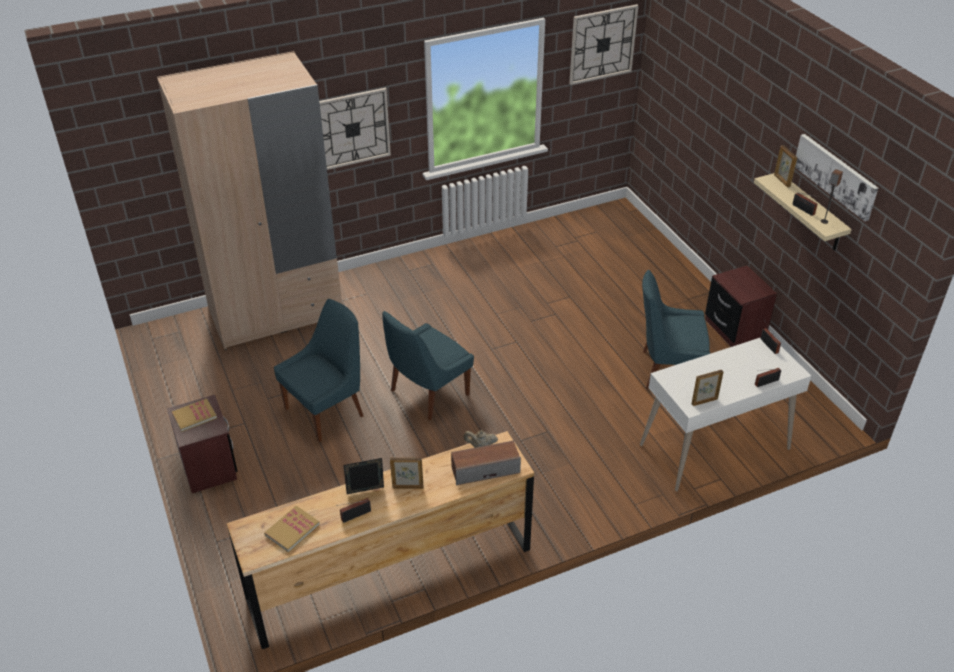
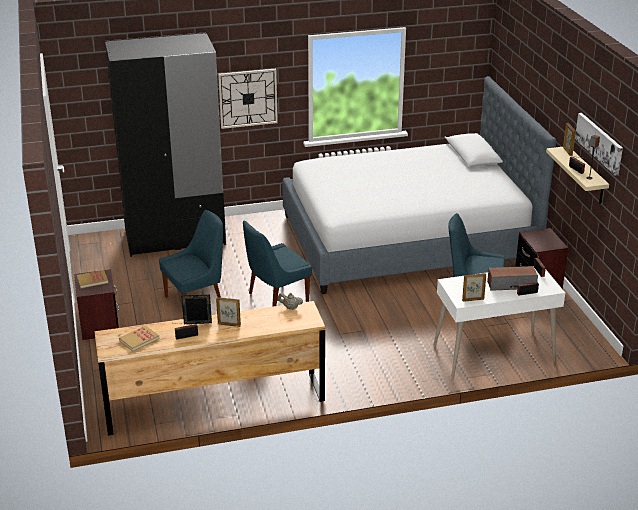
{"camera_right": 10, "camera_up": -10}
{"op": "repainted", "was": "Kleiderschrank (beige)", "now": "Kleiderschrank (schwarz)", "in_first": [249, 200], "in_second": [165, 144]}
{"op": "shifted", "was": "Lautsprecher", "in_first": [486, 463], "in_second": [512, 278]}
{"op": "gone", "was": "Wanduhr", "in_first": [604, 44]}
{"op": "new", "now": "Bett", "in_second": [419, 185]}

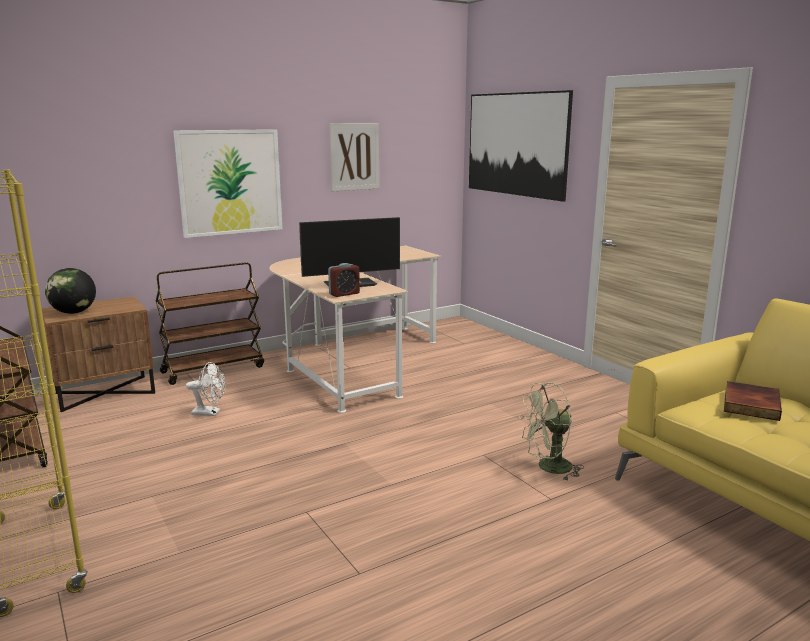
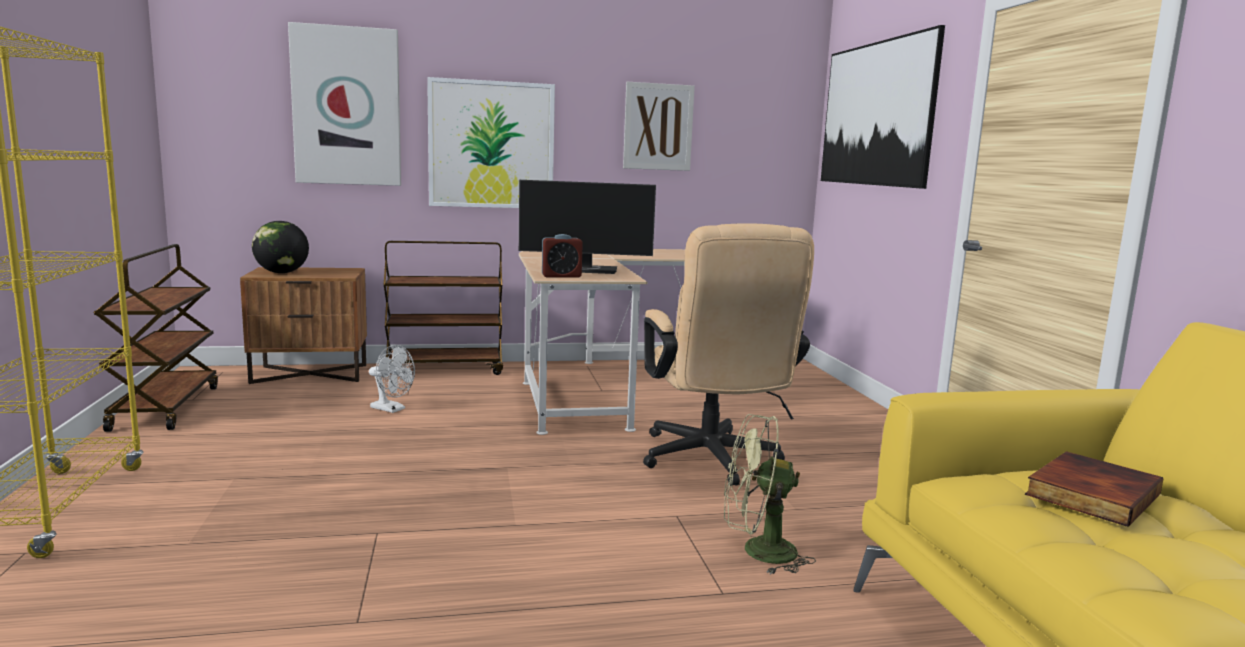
{"camera_right": 20, "camera_up": -5}
{"op": "new", "now": "Bild", "in_second": [344, 104]}
{"op": "new", "now": "Bürostuhl (beige)", "in_second": [728, 354]}

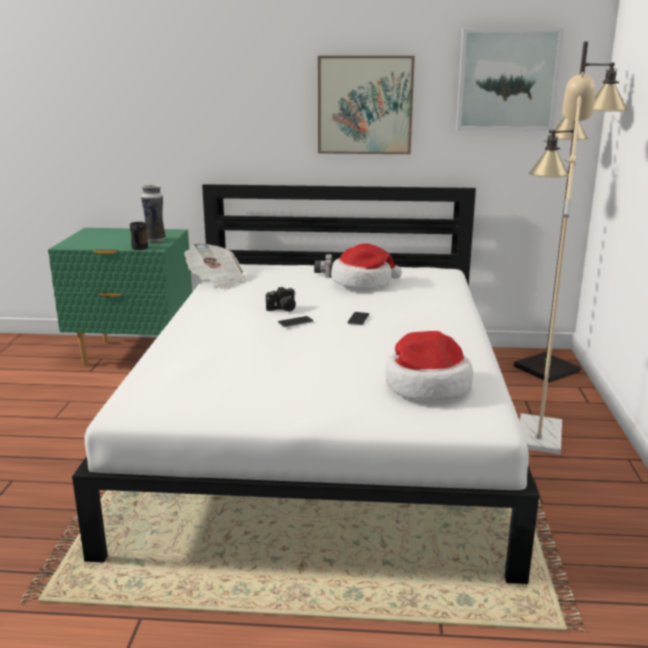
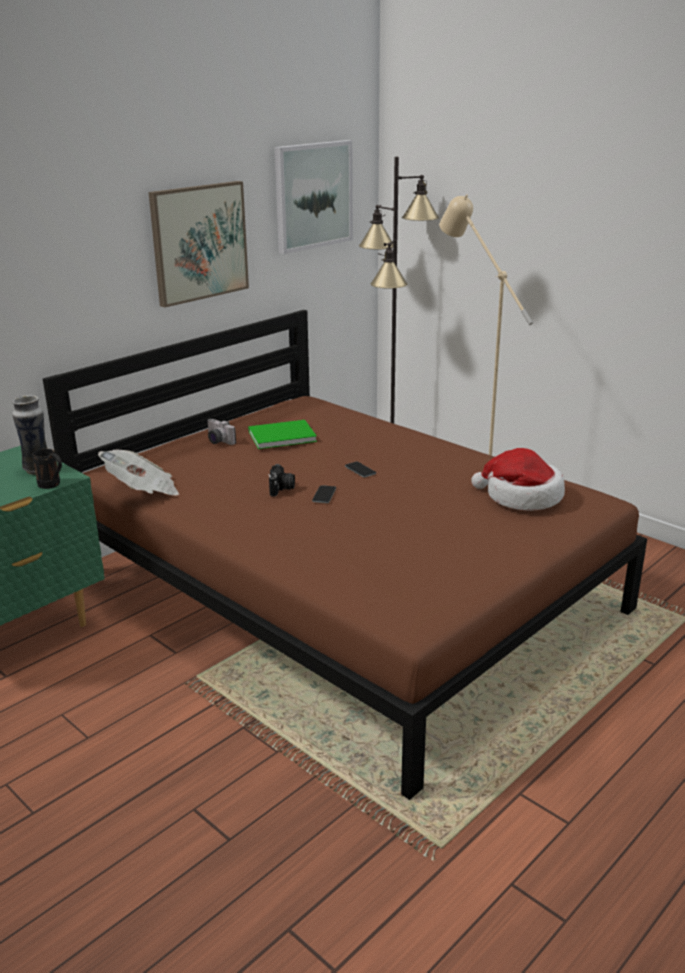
{"camera_right": -50, "camera_up": 5}
{"op": "repainted", "was": "Bett (weiß)", "now": "Bett (braun)", "in_first": [305, 384], "in_second": [345, 555]}
{"op": "swapped", "was": "Hut", "now": "Buch (grün)", "in_first": [366, 266], "in_second": [282, 434]}

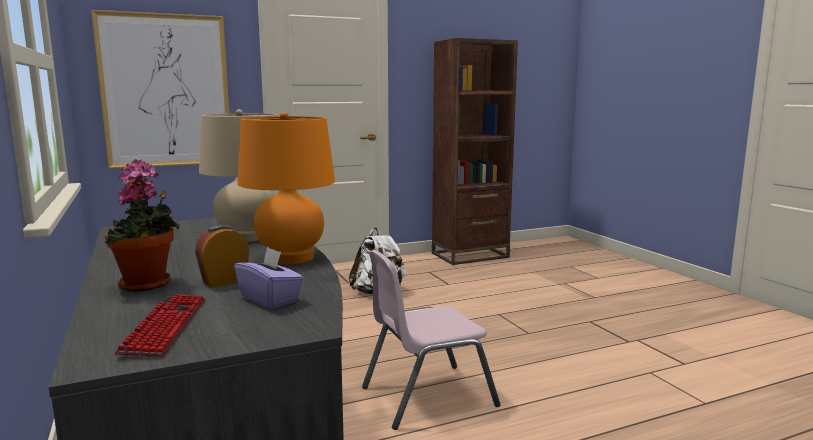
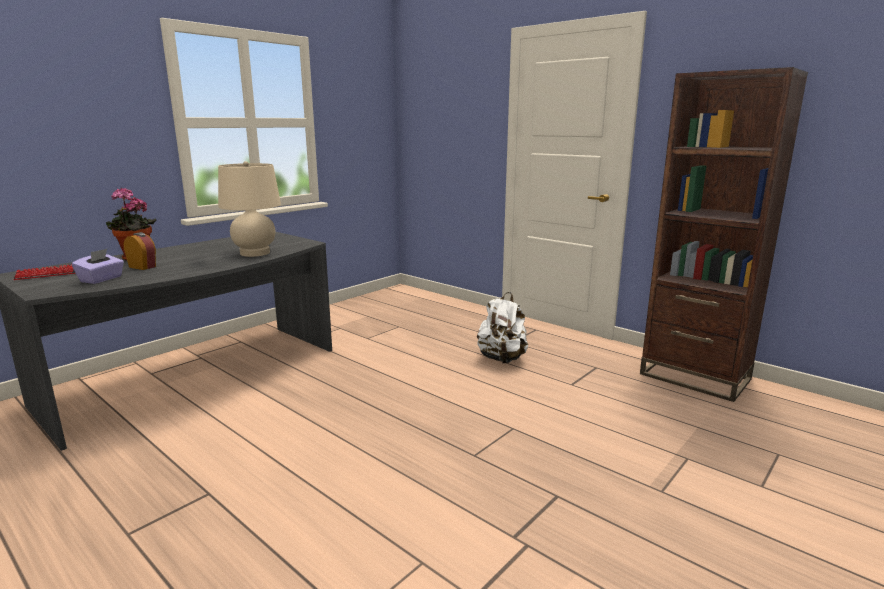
{"camera_right": 65, "camera_up": 5}
{"op": "gone", "was": "Bild", "in_first": [160, 89]}
{"op": "gone", "was": "Tischlampe (orange)", "in_first": [286, 188]}
{"op": "gone", "was": "Stuhl (rosa)", "in_first": [431, 340]}

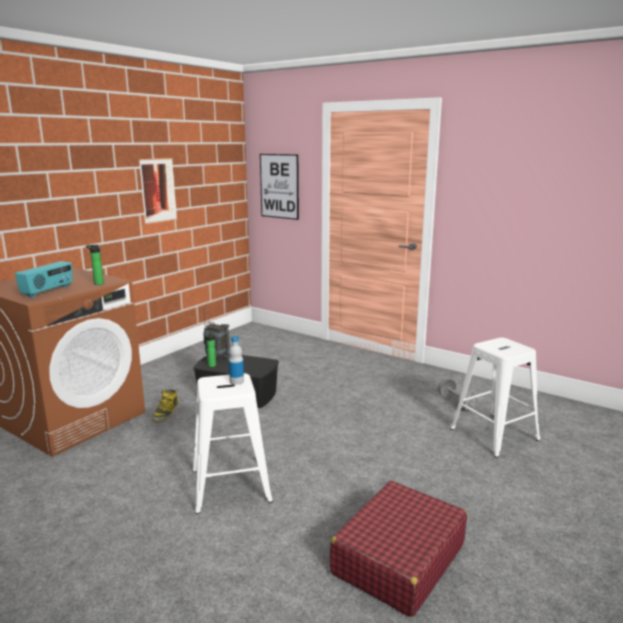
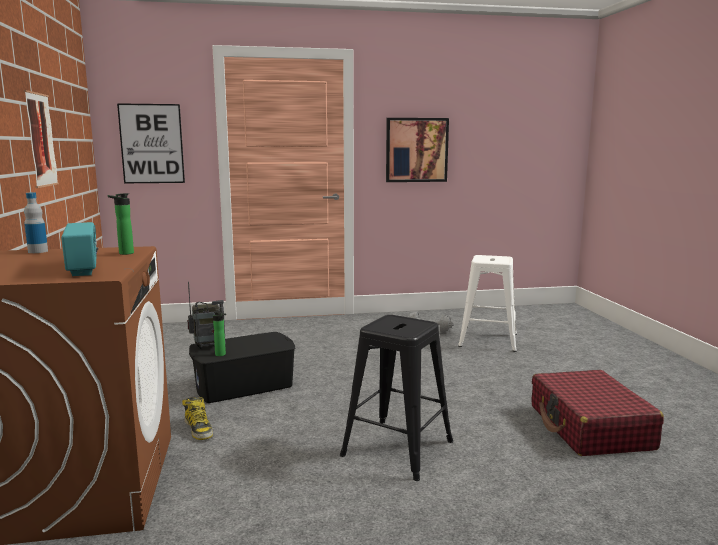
{"camera_right": -45, "camera_up": -5}
{"op": "repainted", "was": "Hocker (weiß)", "now": "Hocker (schwarz)", "in_first": [232, 443], "in_second": [396, 398]}
{"op": "shifted", "was": "Flasche", "in_first": [236, 360], "in_second": [36, 222]}
{"op": "new", "now": "Bild", "in_second": [417, 150]}

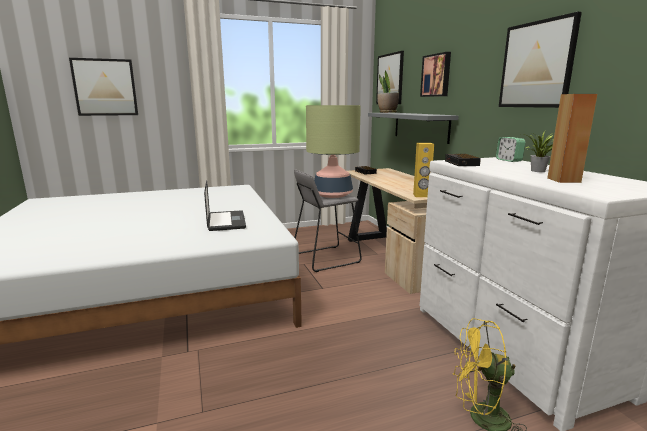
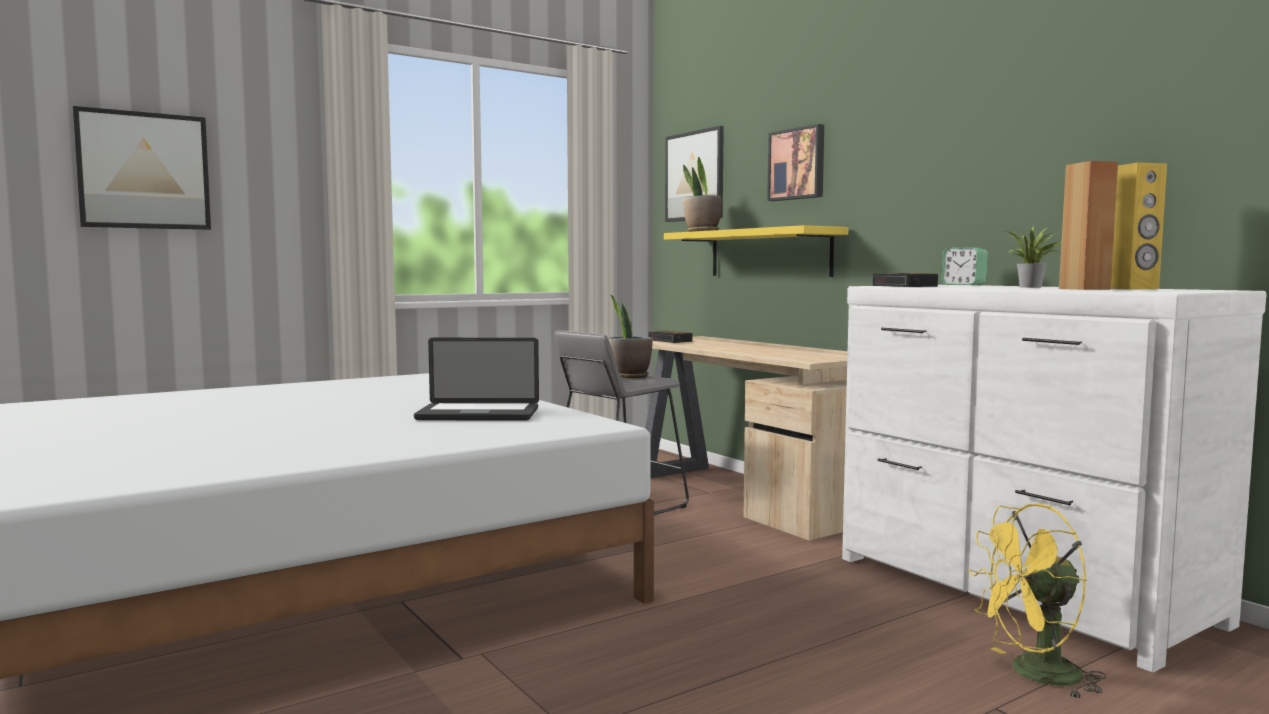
{"camera_right": -15, "camera_up": -10}
{"op": "rotated", "was": "Laptop", "in_first": [225, 206], "in_second": [476, 379], "clockwise": 120}
{"op": "swapped", "was": "Tischlampe", "now": "Topfpflanze", "in_first": [333, 151], "in_second": [630, 336]}
{"op": "repainted", "was": "Wandregal (grau)", "now": "Wandregal (gelb)", "in_first": [413, 128], "in_second": [756, 251]}
{"op": "shifted", "was": "Lautsprecher (gelb)", "in_first": [423, 170], "in_second": [1139, 226]}
{"op": "gone", "was": "Bild", "in_first": [540, 60]}

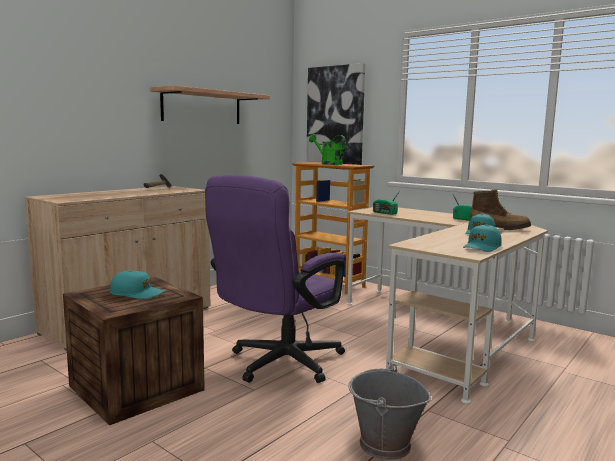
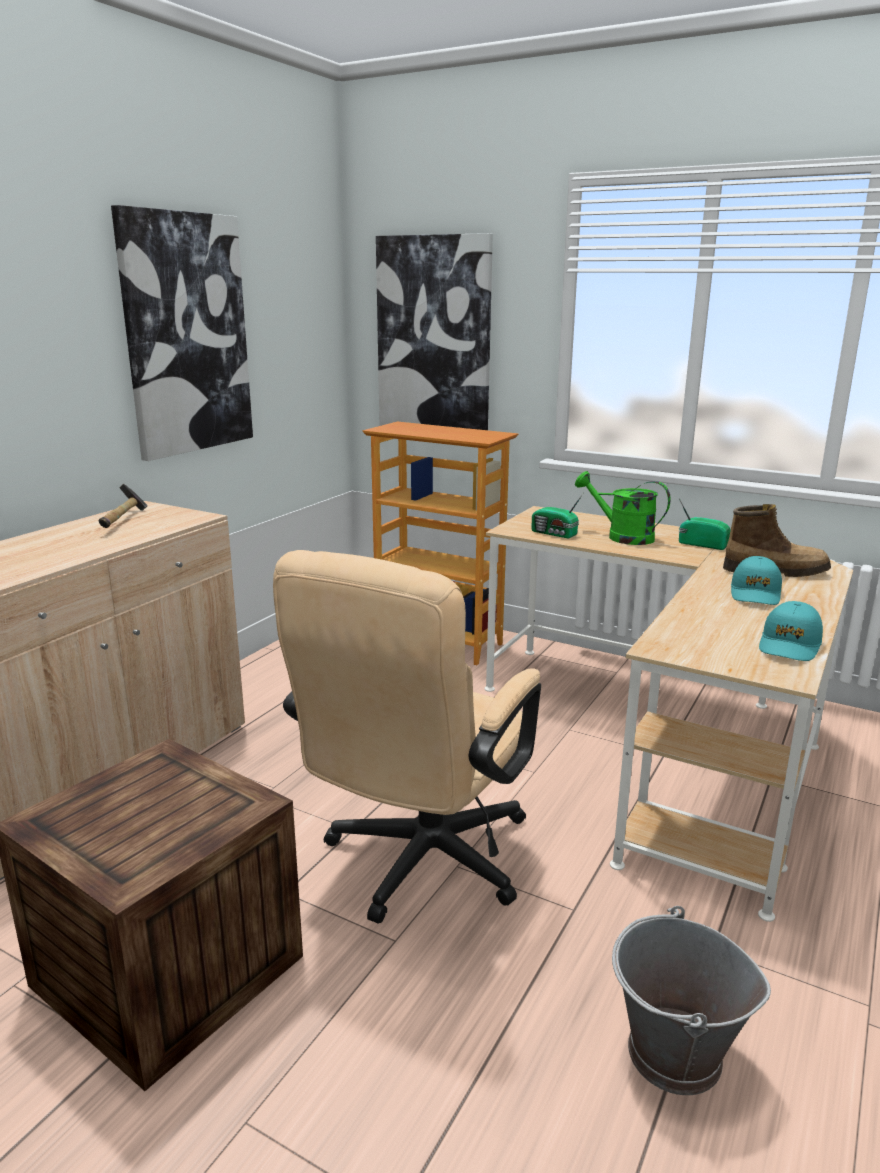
{"camera_right": -10, "camera_up": 10}
{"op": "gone", "was": "Kappe (türkis)", "in_first": [137, 284]}
{"op": "swapped", "was": "Wandregal", "now": "Bild", "in_first": [210, 104], "in_second": [182, 333]}
{"op": "repainted", "was": "Bürostuhl (lila)", "now": "Bürostuhl (beige)", "in_first": [275, 279], "in_second": [407, 737]}
{"op": "shifted", "was": "Gießkanne (grün)", "in_first": [327, 149], "in_second": [623, 508]}

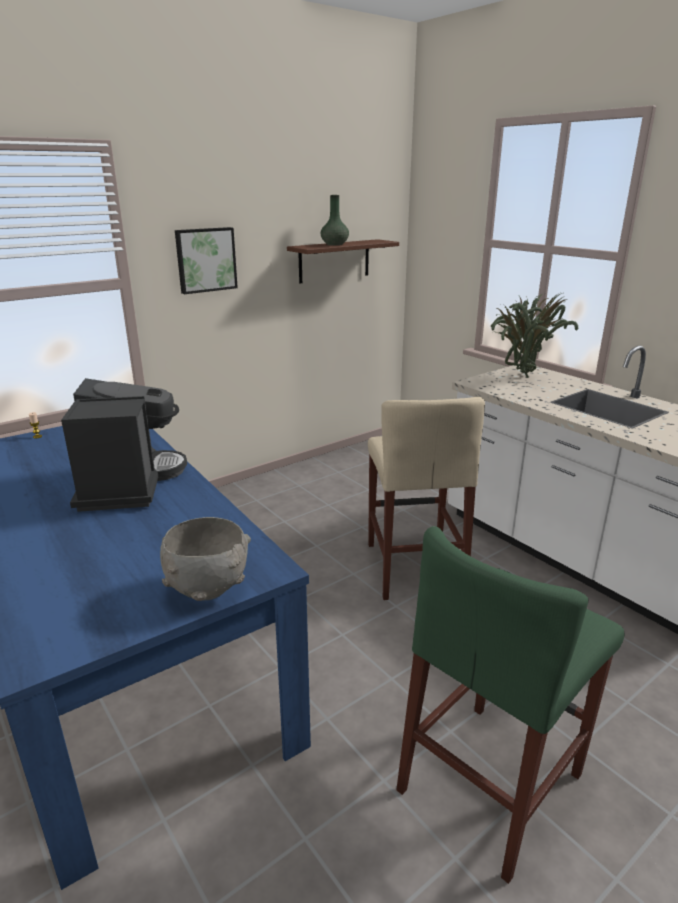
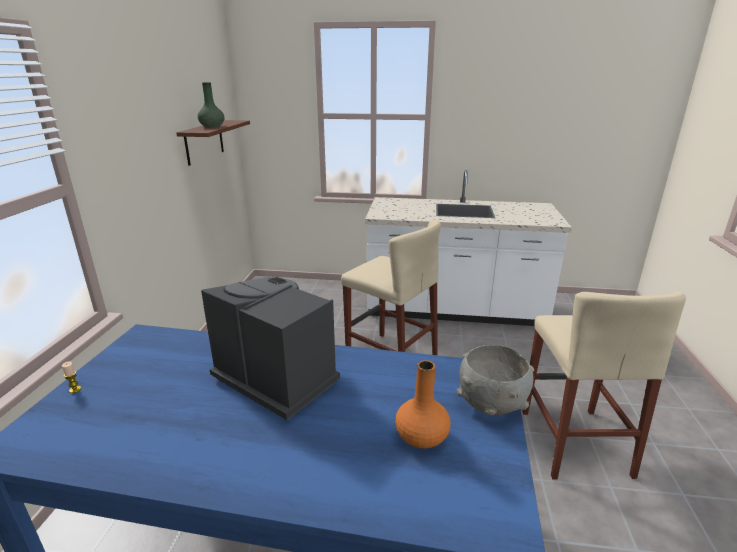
{"camera_right": -45, "camera_up": 0}
{"op": "gone", "was": "Bild", "in_first": [206, 260]}
{"op": "repainted", "was": "Hocker (grün)", "now": "Hocker (beige)", "in_first": [510, 705], "in_second": [604, 385]}
{"op": "gone", "was": "Topfpflanze", "in_first": [534, 335]}
{"op": "new", "now": "Vase (orange)", "in_second": [423, 404]}

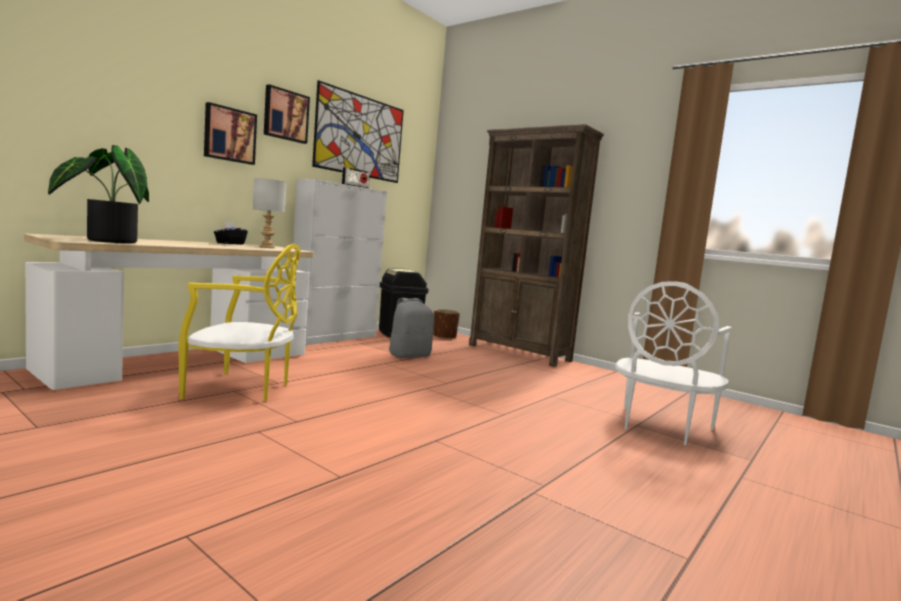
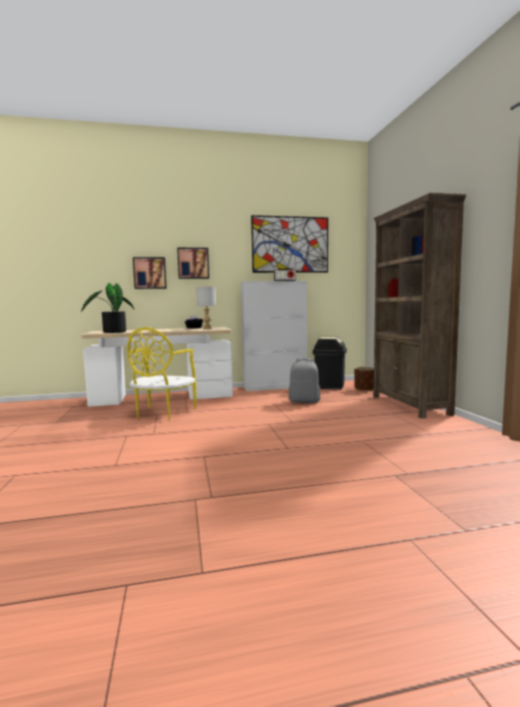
{"camera_right": 40, "camera_up": 0}
{"op": "rotated", "was": "Stuhl (gelb)", "in_first": [239, 322], "in_second": [161, 374], "clockwise": 60}
{"op": "shifted", "was": "Bild", "in_first": [287, 114], "in_second": [150, 273]}
{"op": "gone", "was": "Stuhl (weiß)", "in_first": [673, 363]}

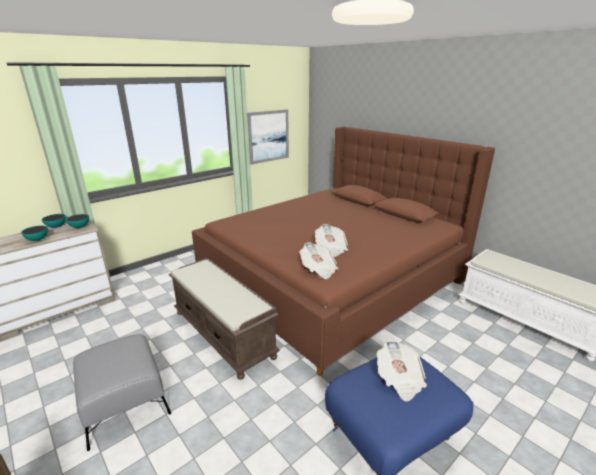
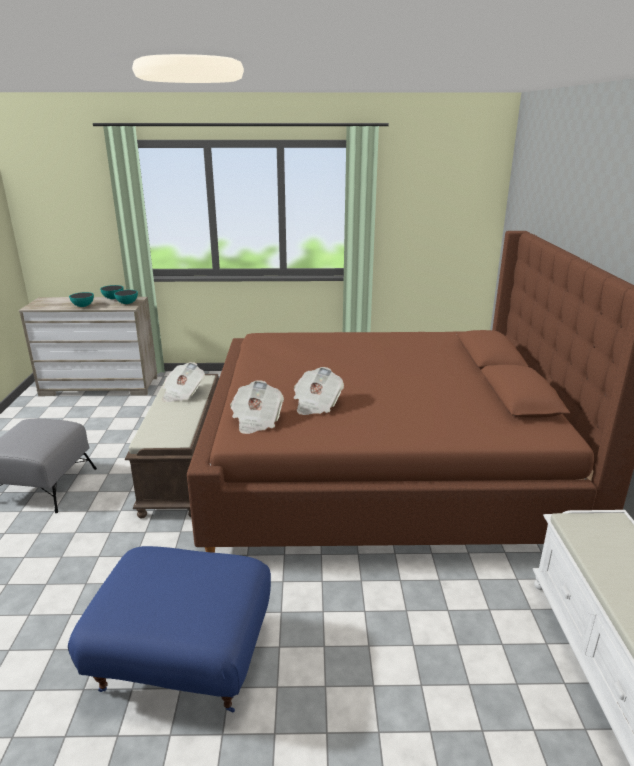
{"camera_right": 40, "camera_up": 0}
{"op": "gone", "was": "Bild", "in_first": [268, 136]}
{"op": "shifted", "was": "Zeitung", "in_first": [402, 371], "in_second": [183, 382]}

